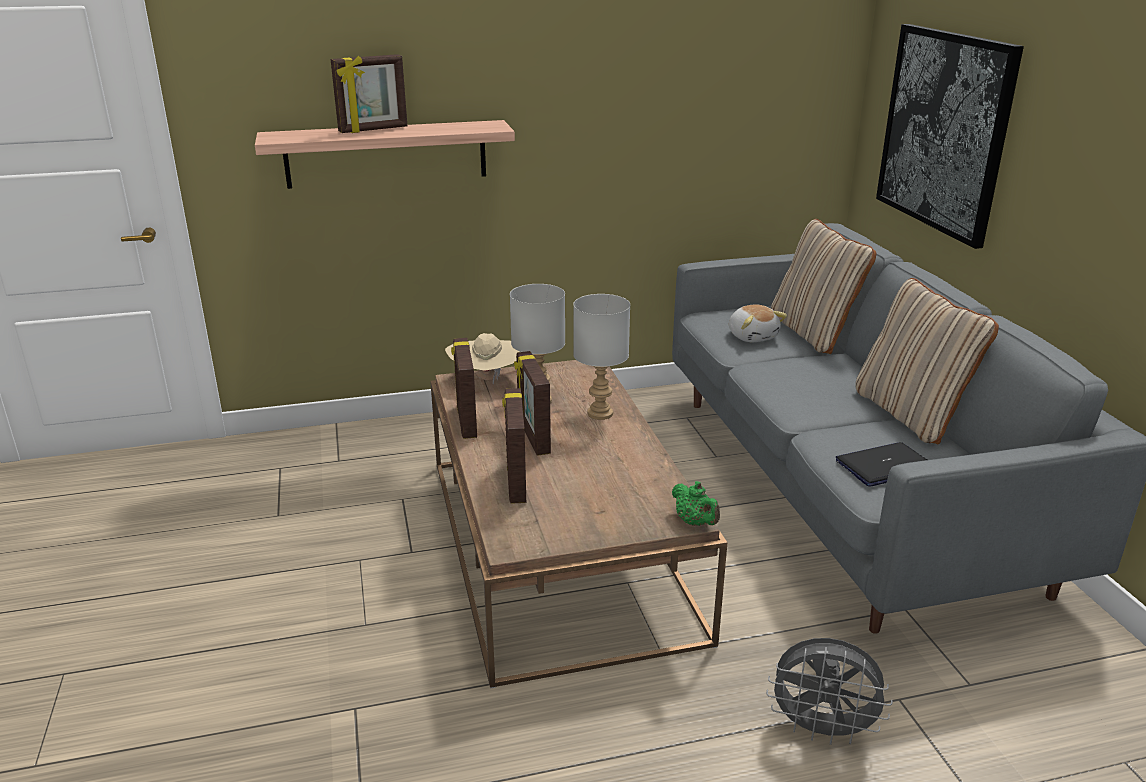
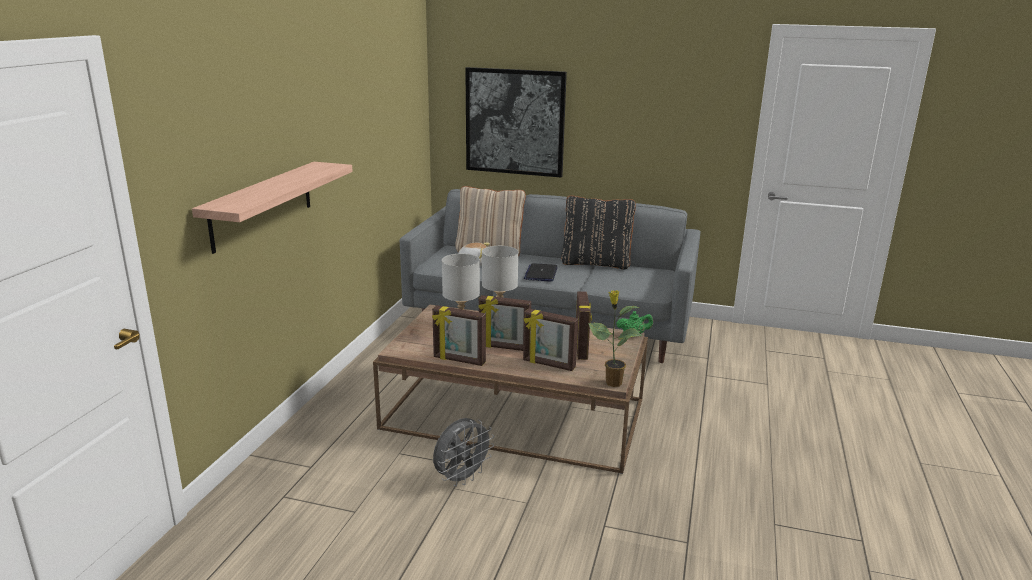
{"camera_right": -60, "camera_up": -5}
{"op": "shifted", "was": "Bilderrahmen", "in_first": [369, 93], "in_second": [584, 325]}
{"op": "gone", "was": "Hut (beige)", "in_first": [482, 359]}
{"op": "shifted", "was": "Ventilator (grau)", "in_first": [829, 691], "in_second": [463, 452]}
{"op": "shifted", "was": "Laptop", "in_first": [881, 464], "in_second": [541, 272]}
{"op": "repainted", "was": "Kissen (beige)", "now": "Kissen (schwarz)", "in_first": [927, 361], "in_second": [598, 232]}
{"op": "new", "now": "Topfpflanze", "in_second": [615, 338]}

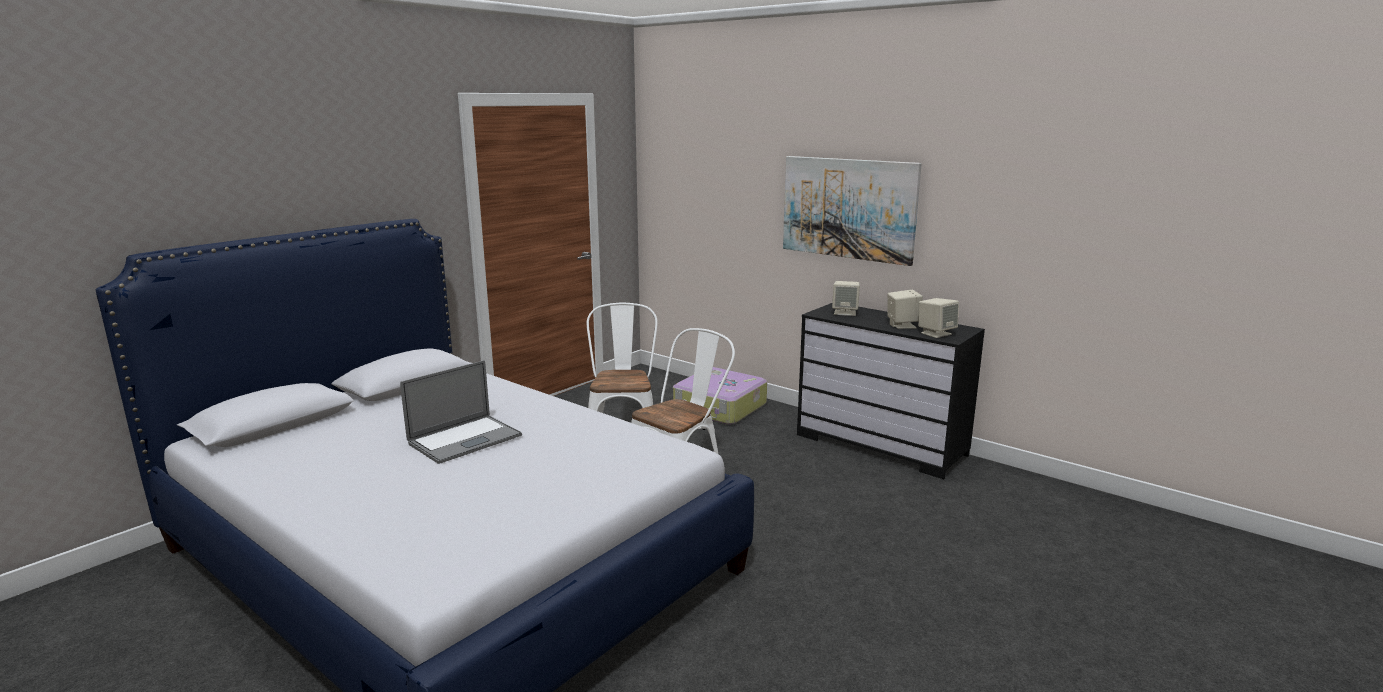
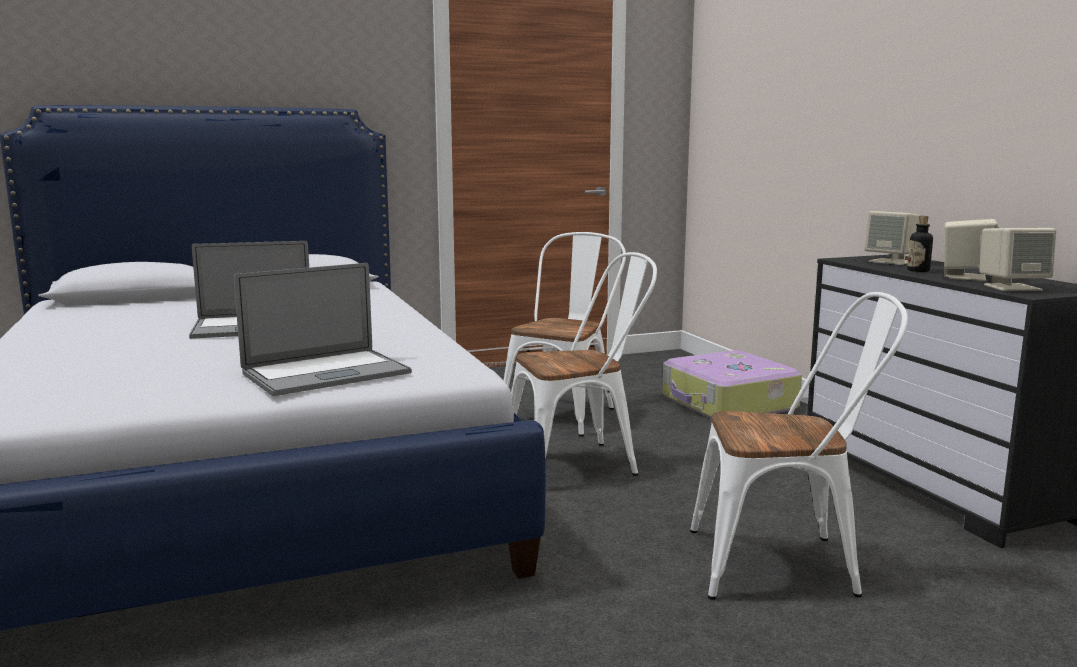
{"camera_right": 30, "camera_up": -5}
{"op": "gone", "was": "Bild", "in_first": [852, 211]}
{"op": "new", "now": "Laptop", "in_second": [323, 329]}
{"op": "new", "now": "Stuhl (weiß)", "in_second": [799, 446]}
{"op": "new", "now": "Flasche", "in_second": [920, 244]}

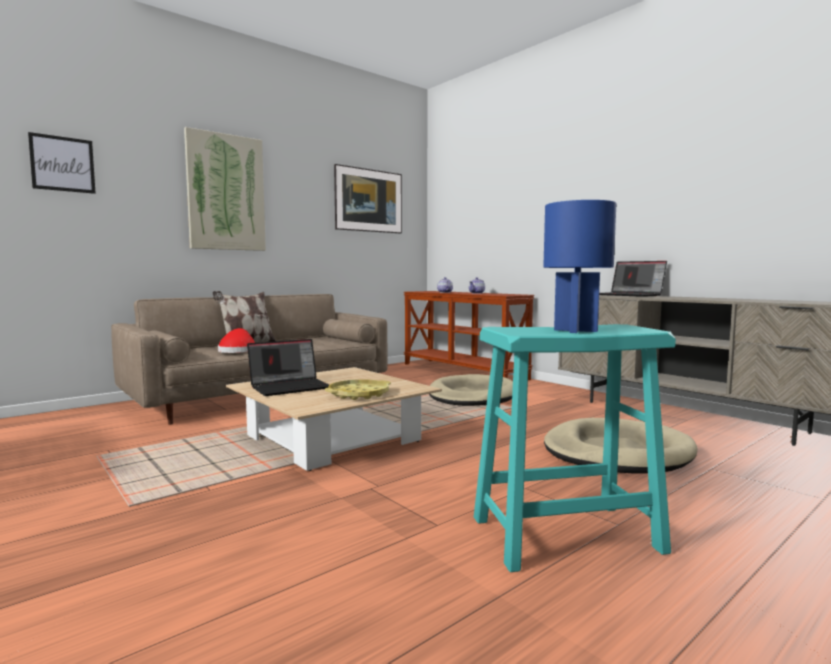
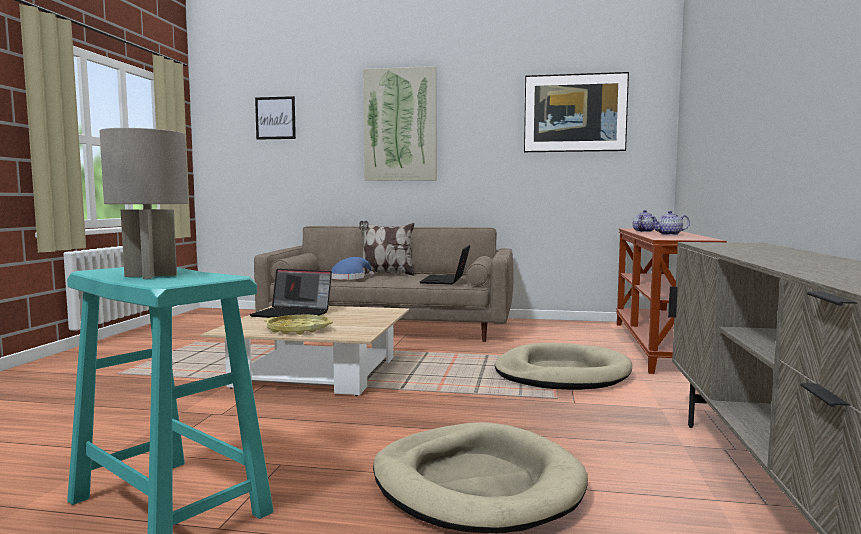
{"camera_right": 50, "camera_up": 0}
{"op": "repainted", "was": "Hut (rot)", "now": "Hut (blau)", "in_first": [236, 340], "in_second": [352, 268]}
{"op": "repainted", "was": "Tischlampe (blau)", "now": "Tischlampe (grau)", "in_first": [579, 266], "in_second": [143, 203]}
{"op": "shifted", "was": "Laptop", "in_first": [633, 279], "in_second": [445, 264]}

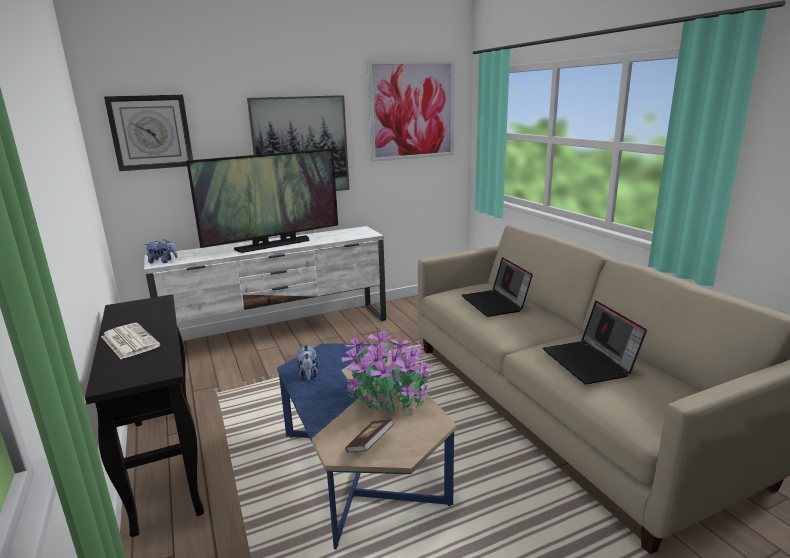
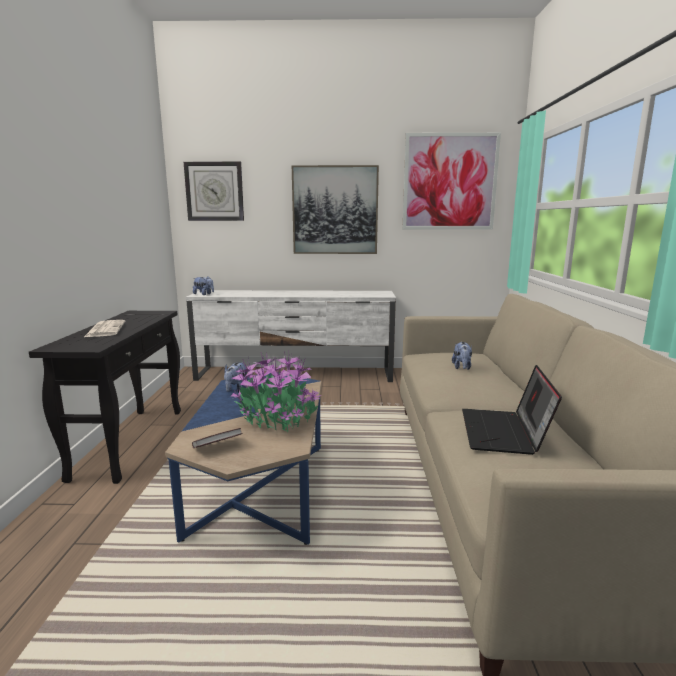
{"camera_right": 25, "camera_up": -5}
{"op": "gone", "was": "Fernseher", "in_first": [262, 201]}
{"op": "swapped", "was": "Laptop", "now": "Plüschtier", "in_first": [497, 287], "in_second": [462, 356]}

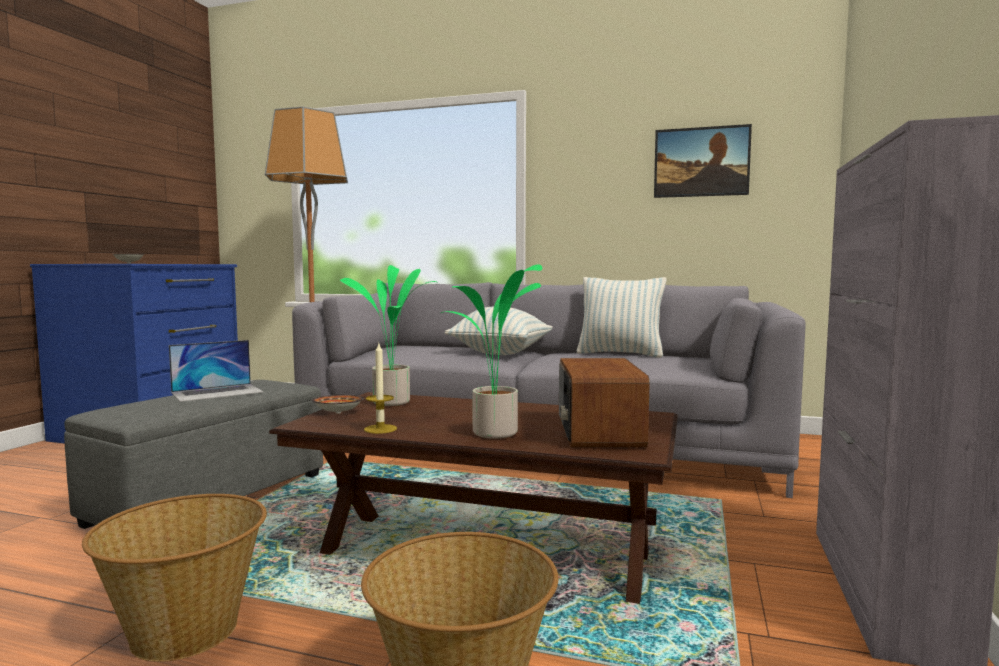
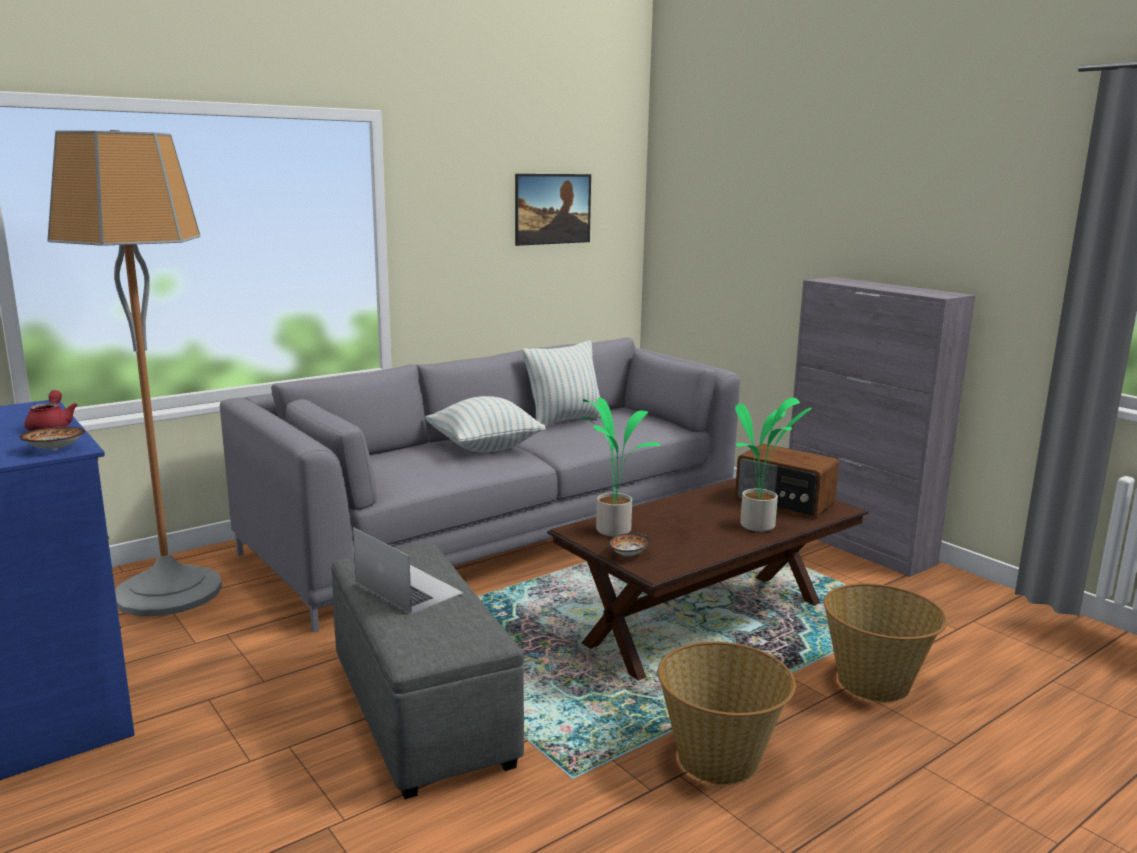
{"camera_right": -55, "camera_up": 10}
{"op": "rotated", "was": "Laptop", "in_first": [216, 371], "in_second": [408, 570], "clockwise": -45}
{"op": "gone", "was": "Kerze", "in_first": [380, 389]}
{"op": "new", "now": "Teekanne (rot)", "in_second": [51, 410]}

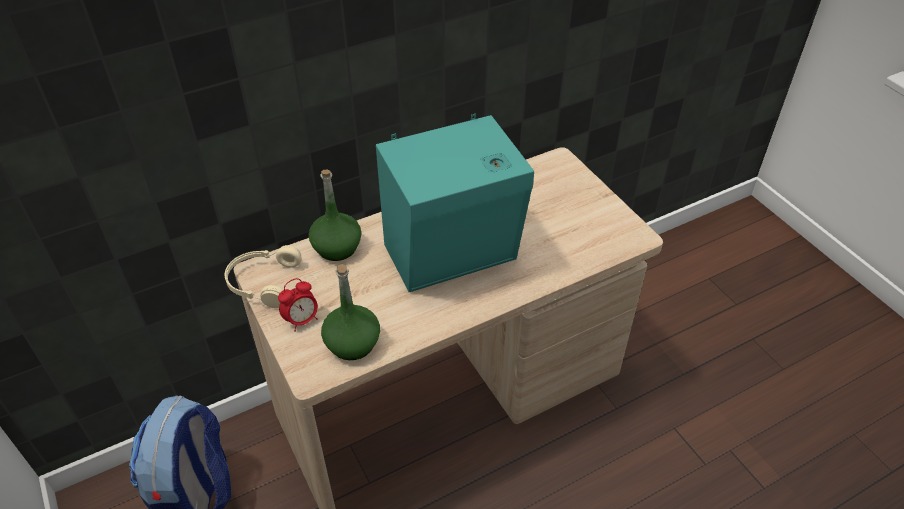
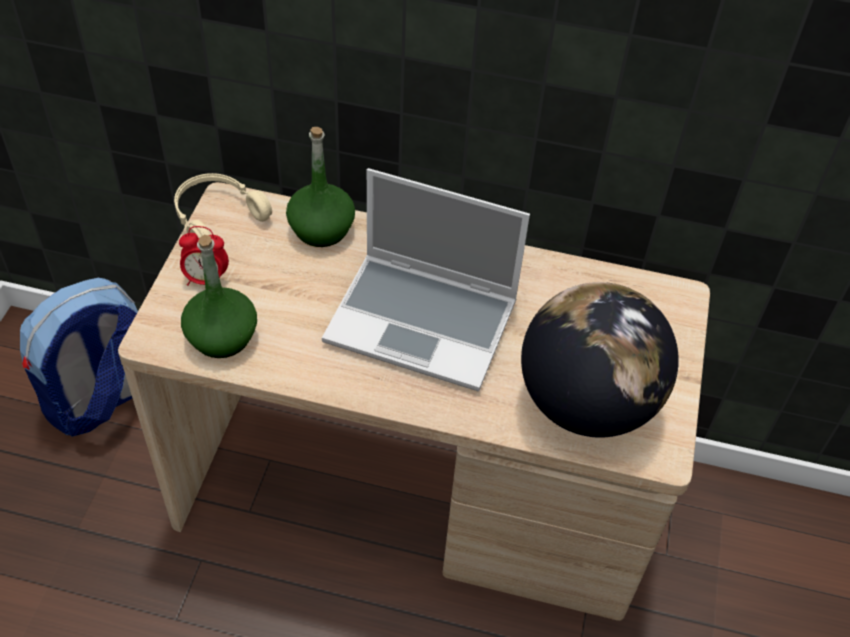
{"camera_right": 40, "camera_up": 5}
{"op": "swapped", "was": "Lautsprecher (türkis)", "now": "Laptop", "in_first": [455, 203], "in_second": [426, 279]}
{"op": "new", "now": "Globus", "in_second": [600, 360]}

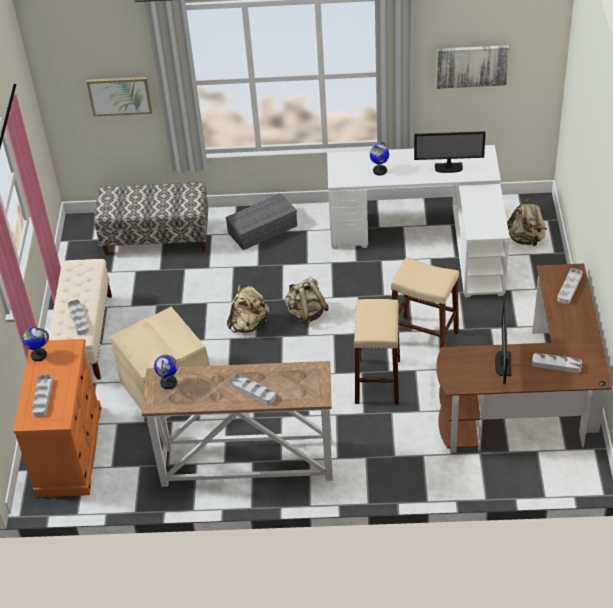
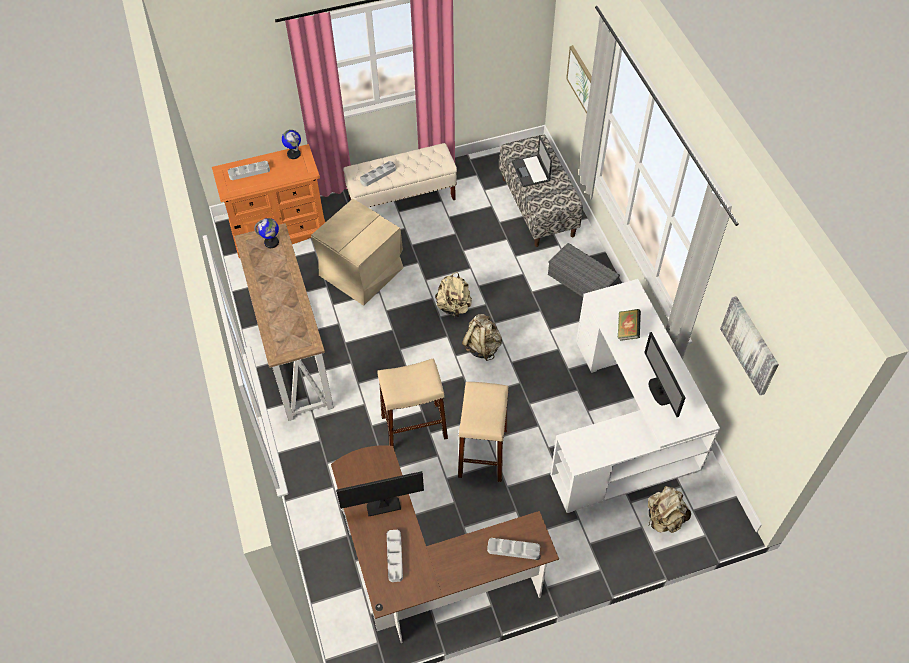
{"camera_right": 70, "camera_up": 10}
{"op": "gone", "was": "Tablett (grau)", "in_first": [253, 389]}
{"op": "swapped", "was": "Globus", "now": "Buch", "in_first": [379, 159], "in_second": [629, 325]}
{"op": "new", "now": "Laptop", "in_second": [532, 161]}

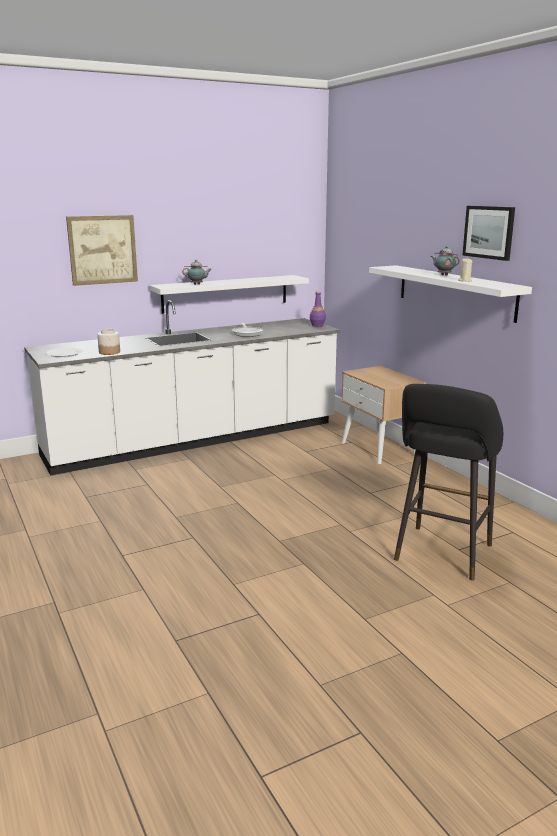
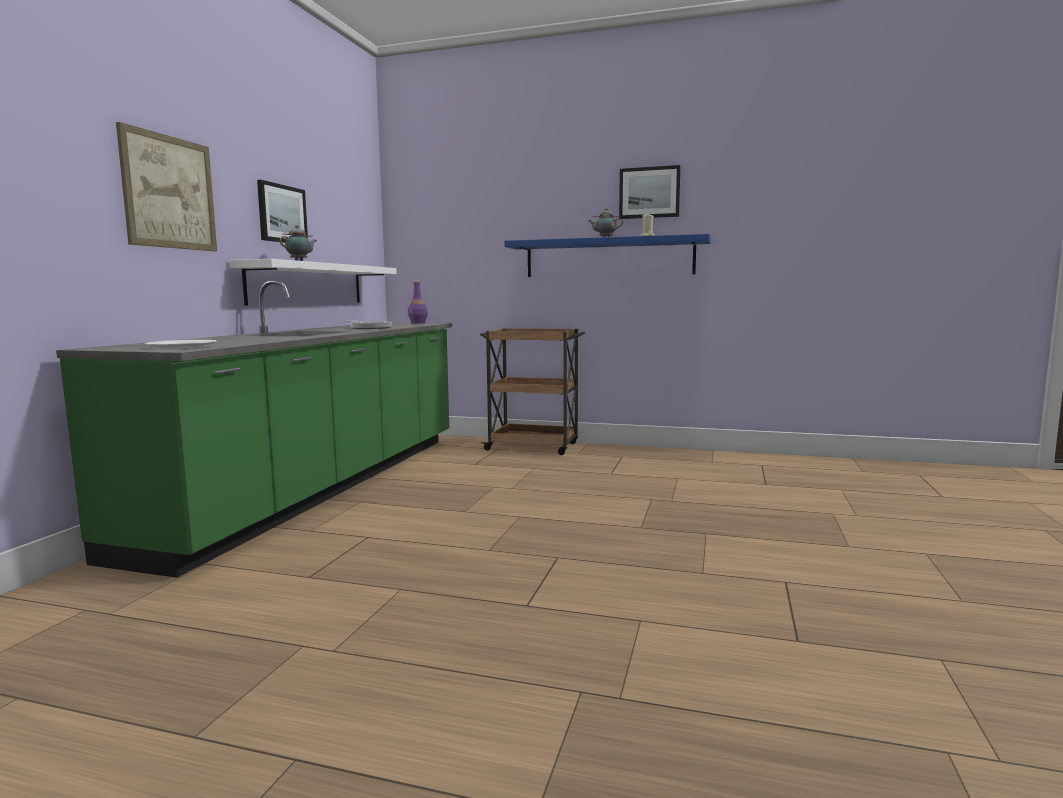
{"camera_right": -45, "camera_up": -10}
{"op": "repainted", "was": "Küchenzeile (weiß)", "now": "Küchenzeile (grün)", "in_first": [182, 387], "in_second": [254, 429]}
{"op": "gone", "was": "Vorratsglas", "in_first": [108, 342]}
{"op": "swapped", "was": "Nachttisch (beige)", "now": "Rollwagen (braun)", "in_first": [383, 415], "in_second": [532, 391]}
{"op": "repainted", "was": "Wandregal (weiß)", "now": "Wandregal (blau)", "in_first": [450, 294], "in_second": [607, 255]}
{"op": "gone", "was": "Hocker (schwarz)", "in_first": [448, 482]}
{"op": "new", "now": "Bild", "in_second": [282, 211]}

